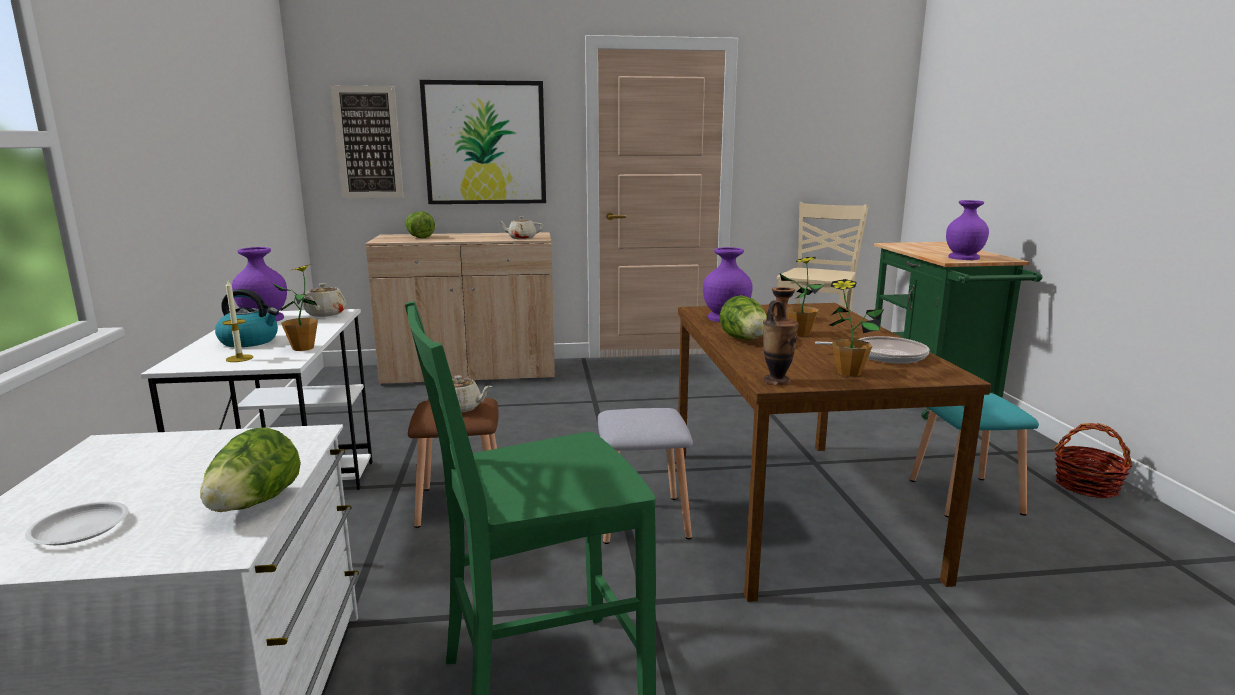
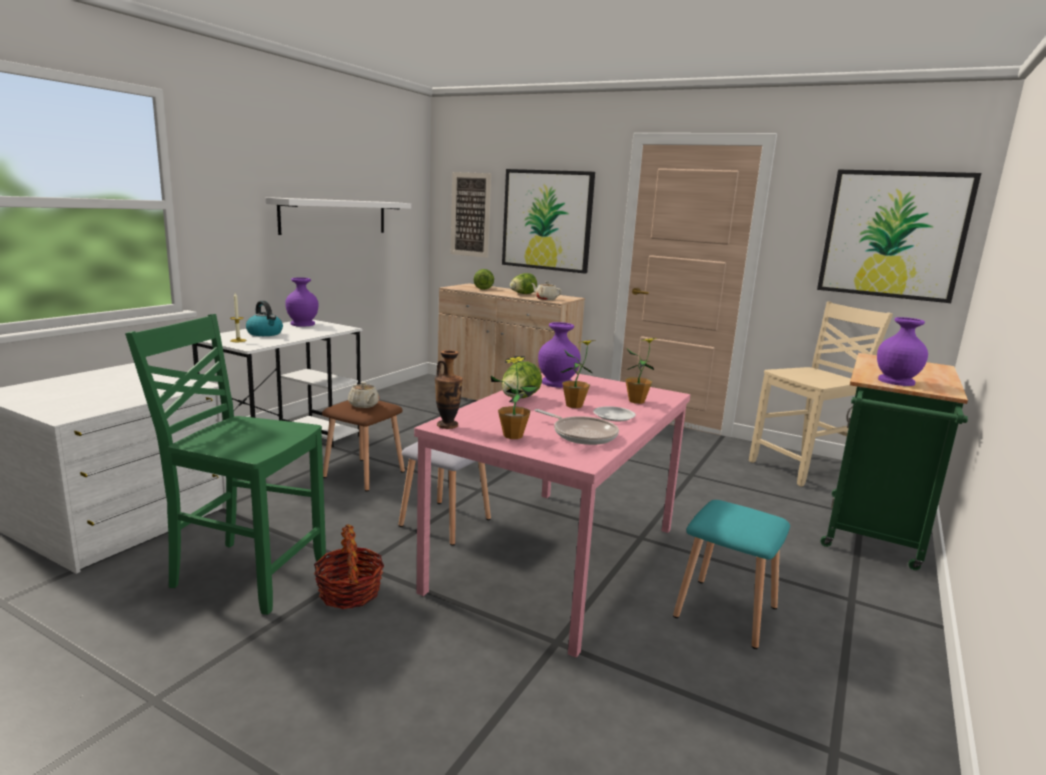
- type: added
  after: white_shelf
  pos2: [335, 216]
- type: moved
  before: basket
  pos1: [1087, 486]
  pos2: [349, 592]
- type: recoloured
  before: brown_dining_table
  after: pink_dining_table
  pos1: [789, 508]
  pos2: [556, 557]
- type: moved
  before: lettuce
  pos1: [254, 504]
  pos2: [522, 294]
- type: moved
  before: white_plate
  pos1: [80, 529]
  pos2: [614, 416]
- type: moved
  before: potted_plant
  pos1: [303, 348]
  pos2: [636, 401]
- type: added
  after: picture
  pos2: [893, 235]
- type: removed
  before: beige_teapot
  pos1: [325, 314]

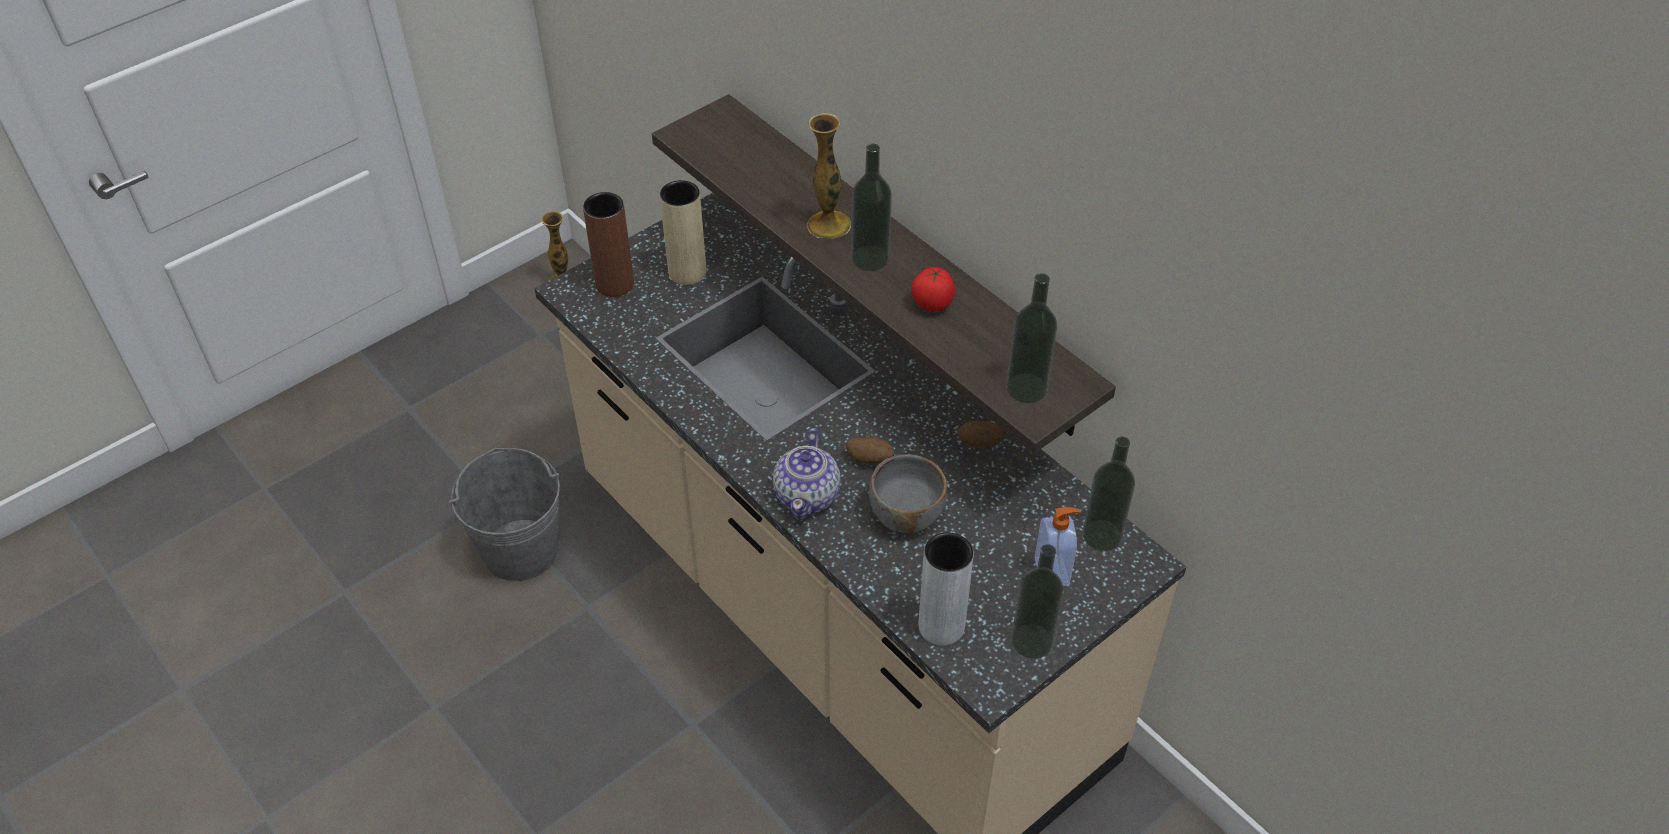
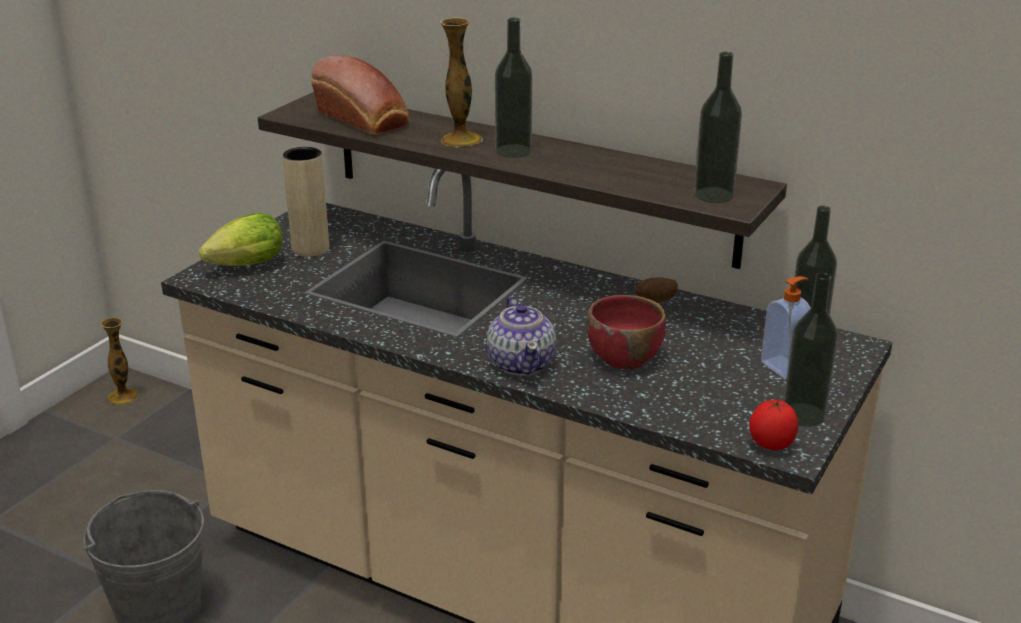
- type: replaced
  before: brown_vase
  after: lettuce
  pos1: [615, 284]
  pos2: [243, 266]
- type: added
  after: bread
  pos2: [364, 120]
- type: recoloured
  before: grey_bowl
  after: red_bowl
  pos1: [907, 514]
  pos2: [624, 357]
- type: moved
  before: tomato
  pos1: [932, 305]
  pos2: [770, 445]
- type: removed
  before: potato
  pos1: [870, 459]
- type: removed
  before: grey_vase
  pos1: [941, 626]

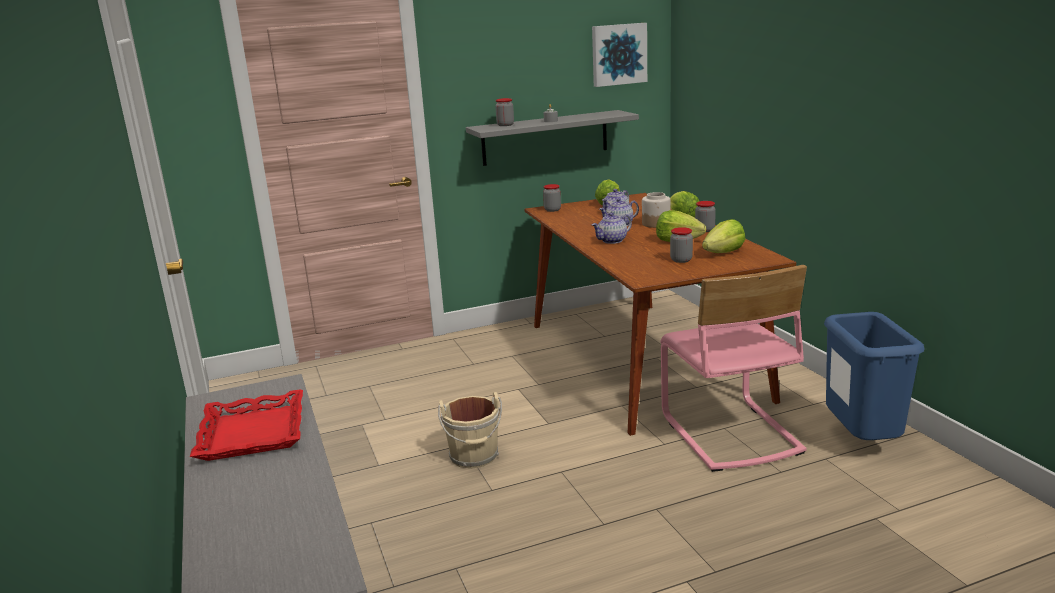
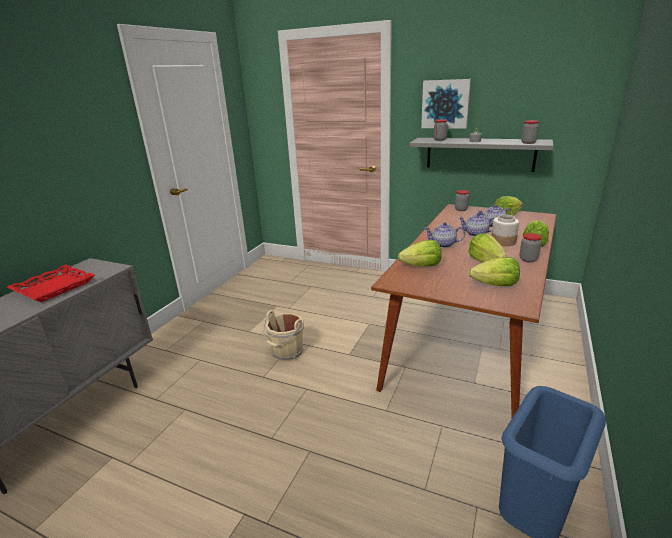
- type: added
  after: lettuce
  pos2: [422, 266]
- type: moved
  before: picture
  pos1: [618, 54]
  pos2: [445, 104]
- type: moved
  before: jar
  pos1: [681, 260]
  pos2: [528, 143]
- type: removed
  before: pink_chair
  pos1: [729, 434]

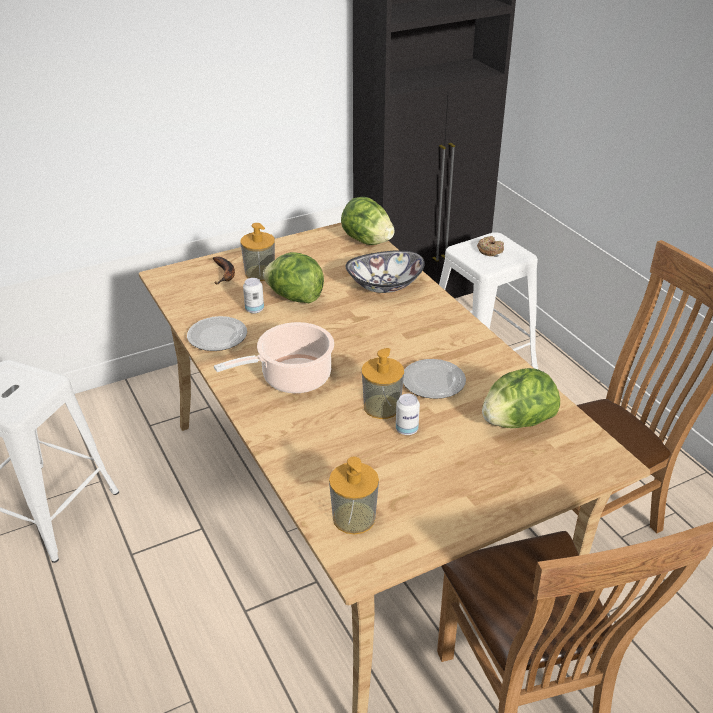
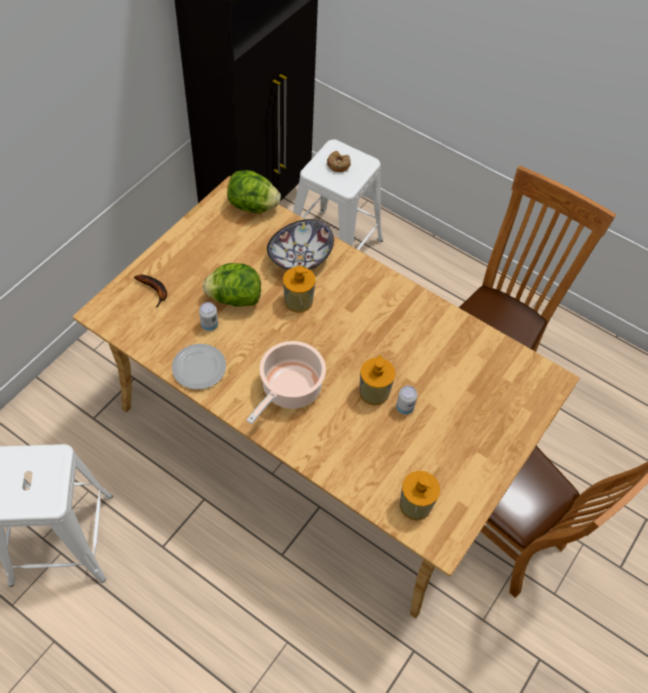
- type: moved
  before: soap_dispenser
  pos1: [260, 273]
  pos2: [298, 301]
- type: removed
  before: plate
  pos1: [434, 382]
- type: removed
  before: lettuce
  pos1: [517, 422]

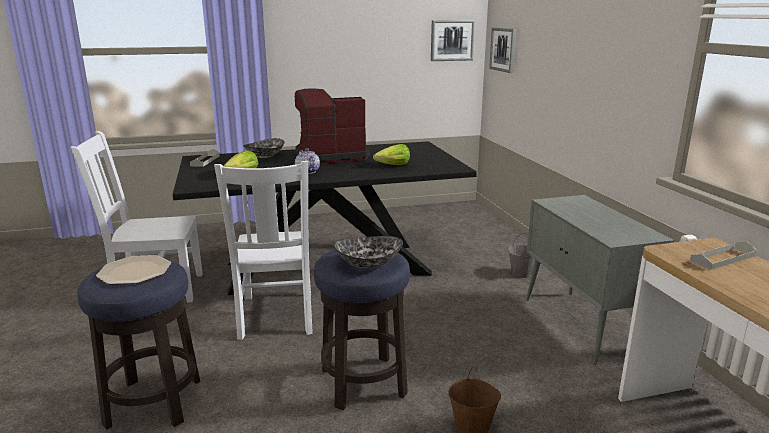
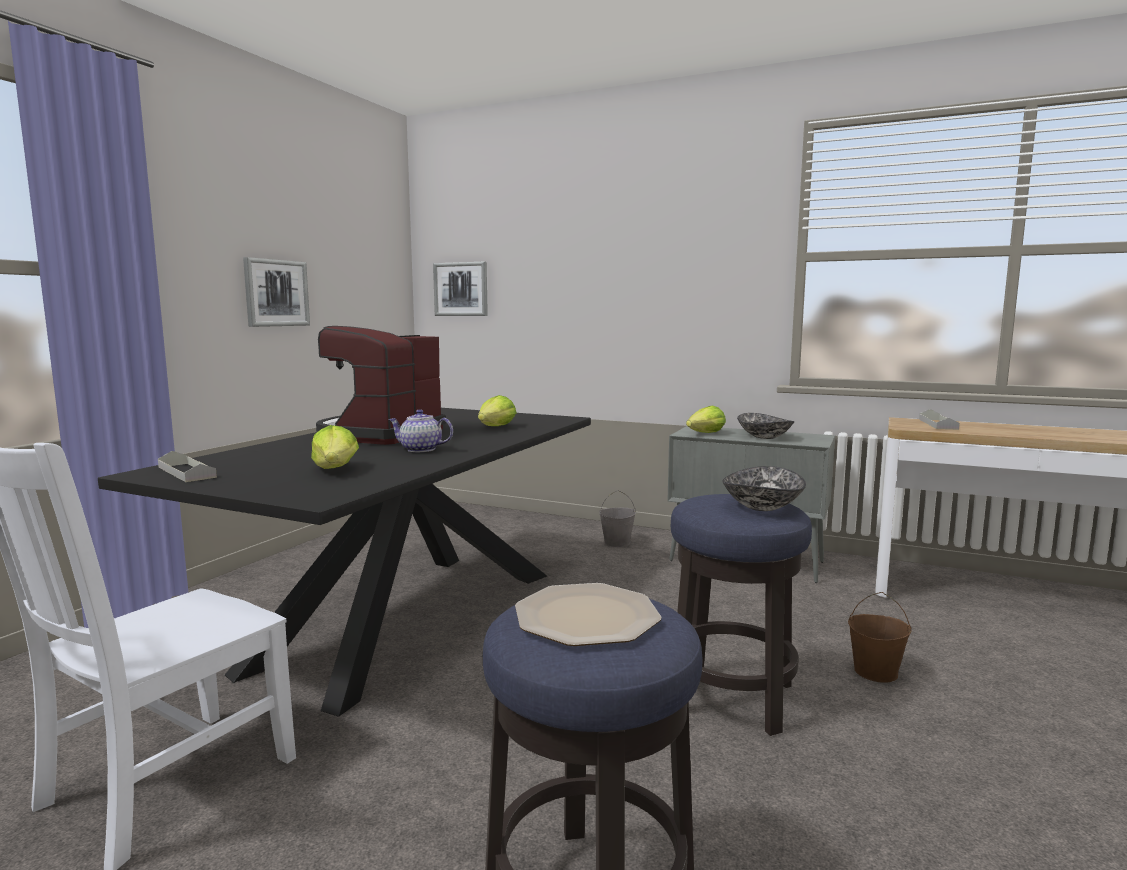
- type: moved
  before: picture
  pos1: [452, 40]
  pos2: [276, 293]
- type: added
  after: lettuce
  pos2: [706, 434]
- type: moved
  before: bowl
  pos1: [264, 156]
  pos2: [763, 437]
- type: removed
  before: white_chair
  pos1: [276, 316]

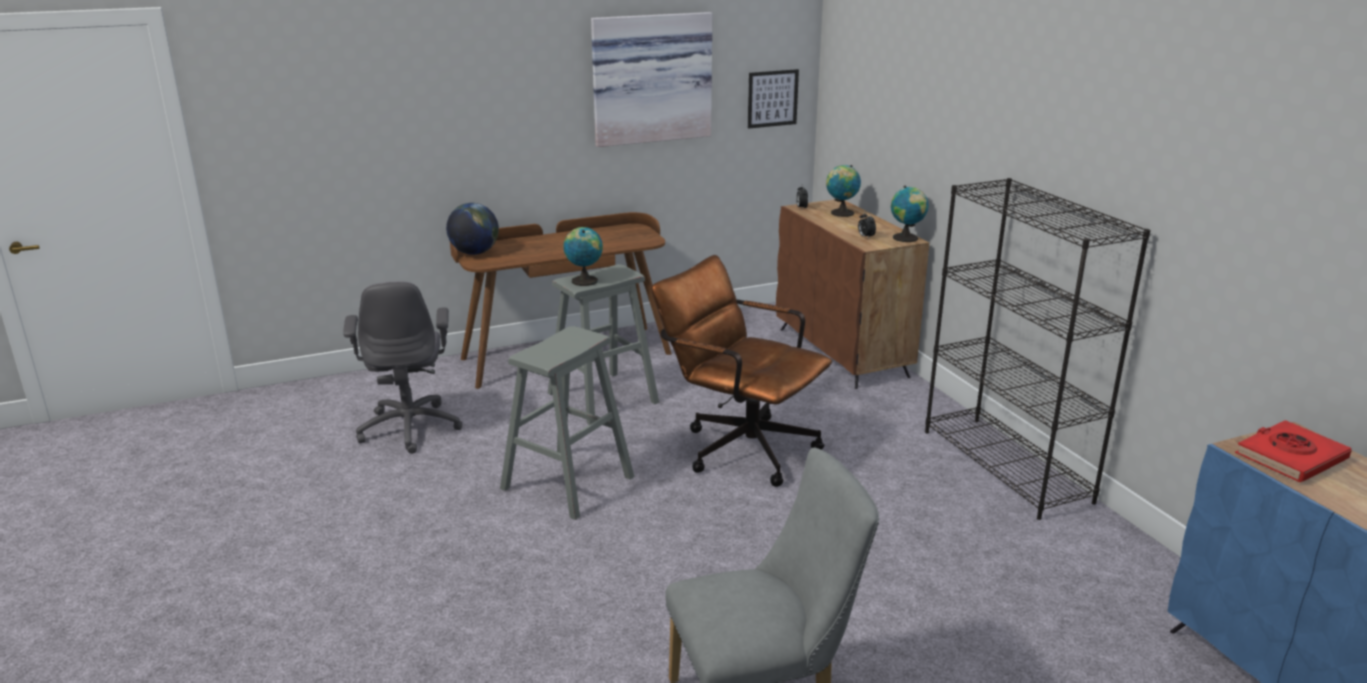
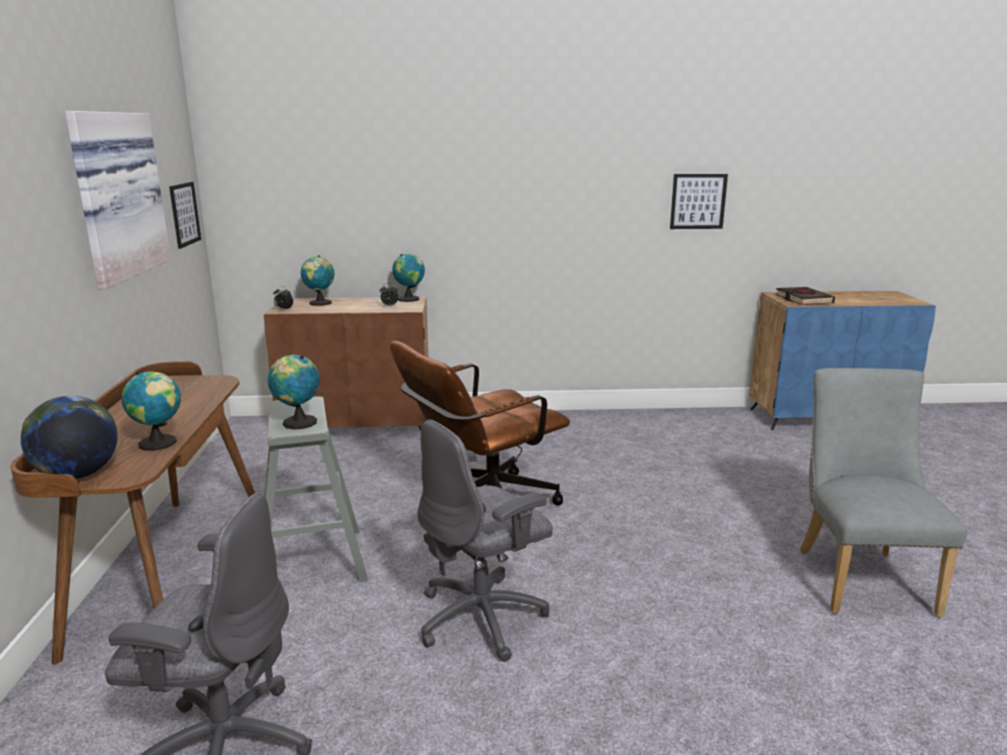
- type: added
  after: globe
  pos2: [160, 443]
- type: replaced
  before: grey_stool
  after: grey_office_chair
  pos1: [567, 482]
  pos2: [483, 617]
- type: added
  after: picture
  pos2: [698, 201]
- type: recoloured
  before: red_book
  after: black_book
  pos1: [1290, 457]
  pos2: [803, 300]
- type: removed
  before: black_bookcase
  pos1: [1006, 466]

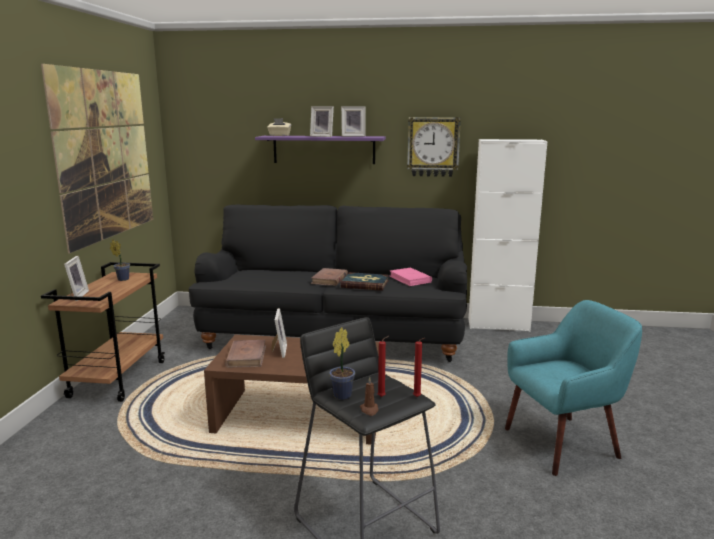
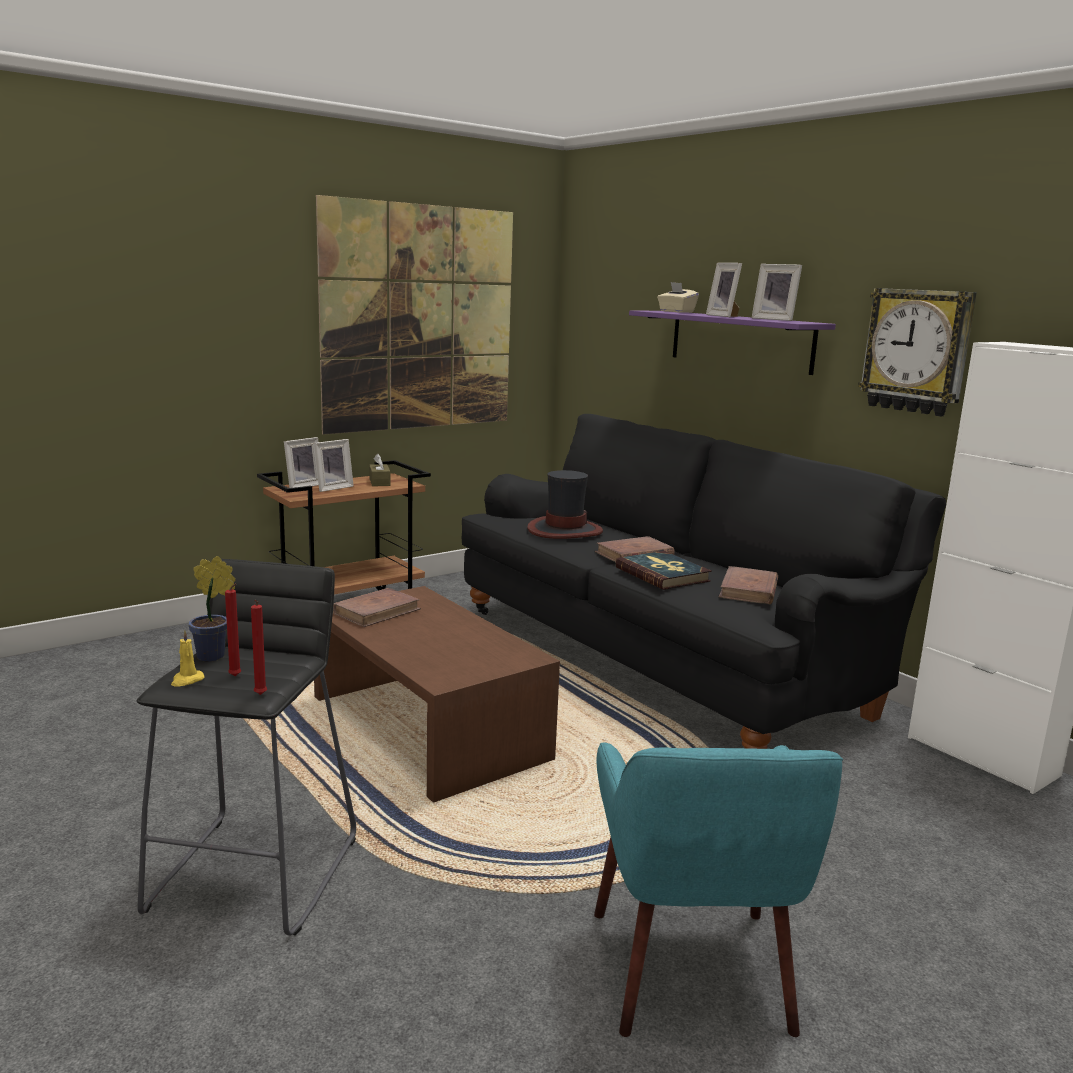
- type: recoloured
  before: brown_candle
  after: yellow_candle
  pos1: [369, 410]
  pos2: [187, 680]
- type: moved
  before: picture_frame
  pos1: [278, 351]
  pos2: [332, 488]
- type: replaced
  before: potted_plant
  after: brown_tissue_box
  pos1: [122, 279]
  pos2: [379, 482]
- type: added
  after: hat
  pos2: [564, 530]
- type: turned
  before: turquoise_armchair
  pos1: [563, 443]
  pos2: [692, 971]
  turn: 60
- type: recoloured
  before: pink_book
  after: brown_book
  pos1: [410, 279]
  pos2: [748, 590]

